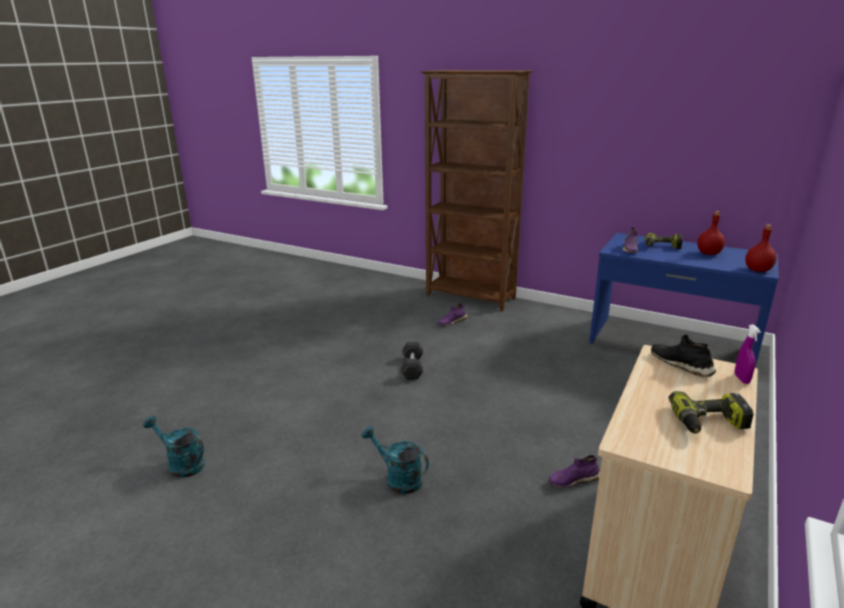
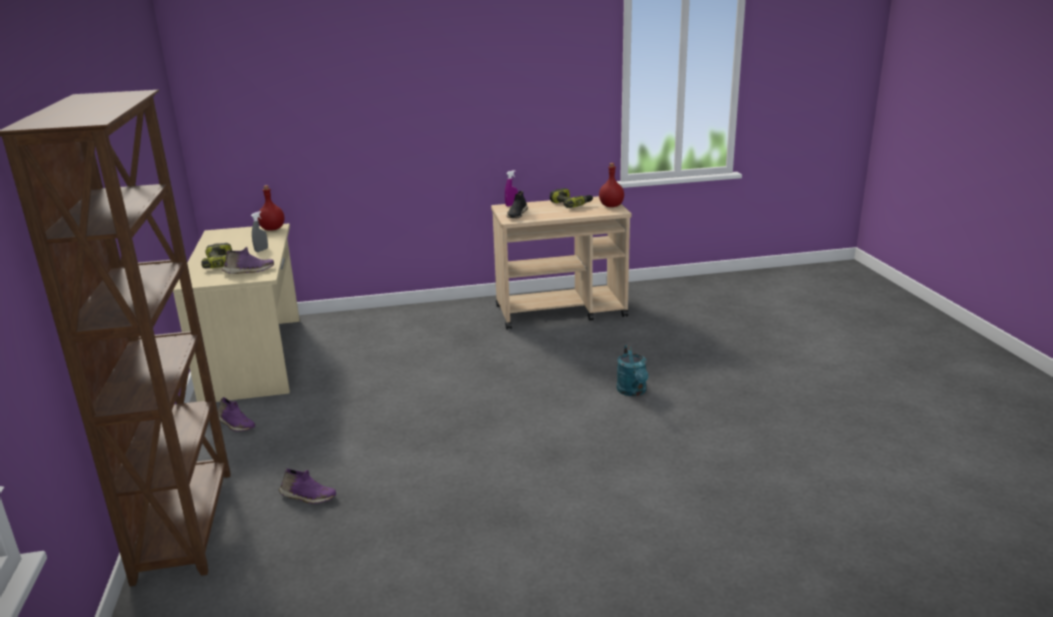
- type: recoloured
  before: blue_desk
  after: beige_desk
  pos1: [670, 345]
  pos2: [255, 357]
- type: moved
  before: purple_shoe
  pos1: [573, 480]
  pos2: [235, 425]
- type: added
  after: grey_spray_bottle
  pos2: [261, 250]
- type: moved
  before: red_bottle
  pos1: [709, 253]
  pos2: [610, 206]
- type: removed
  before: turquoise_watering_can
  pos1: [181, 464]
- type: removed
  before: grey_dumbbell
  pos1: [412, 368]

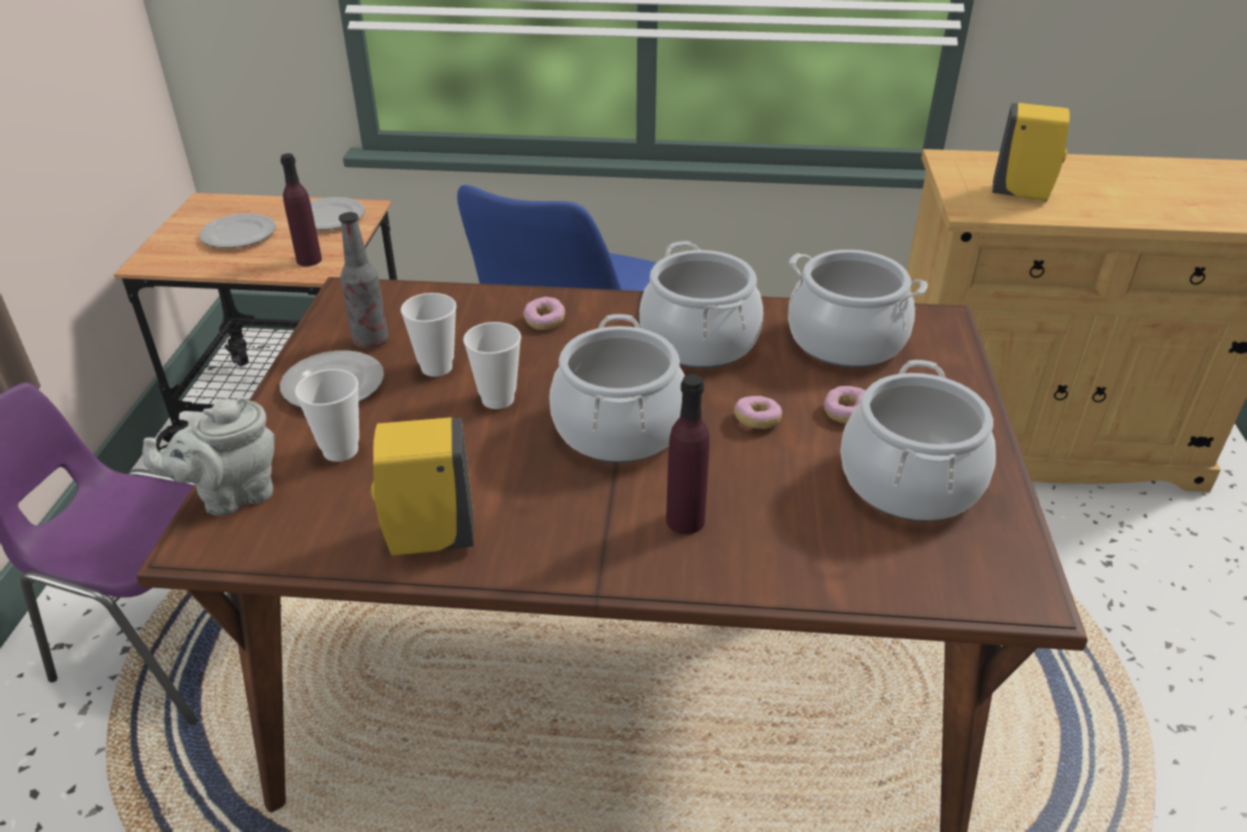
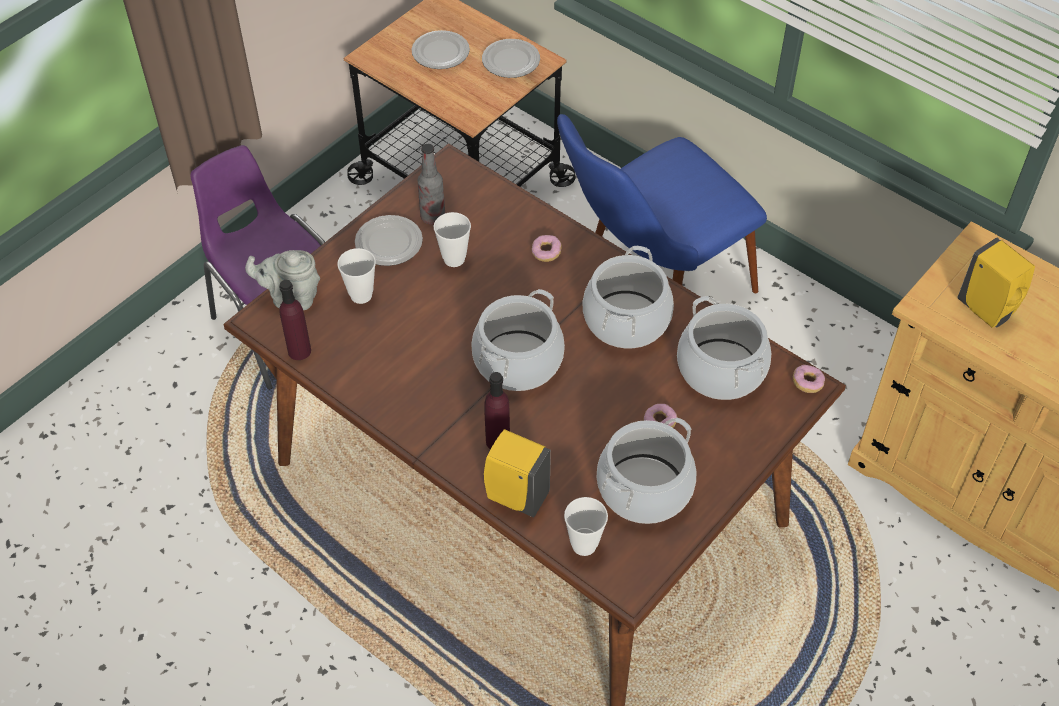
- type: moved
  before: purple_bottle
  pos1: [309, 260]
  pos2: [299, 351]
- type: moved
  before: yellow_soap_dispenser
  pos1: [427, 538]
  pos2: [515, 495]
- type: moved
  before: cup
  pos1: [498, 399]
  pos2: [584, 545]
- type: moved
  before: donut
  pos1: [757, 421]
  pos2: [807, 383]

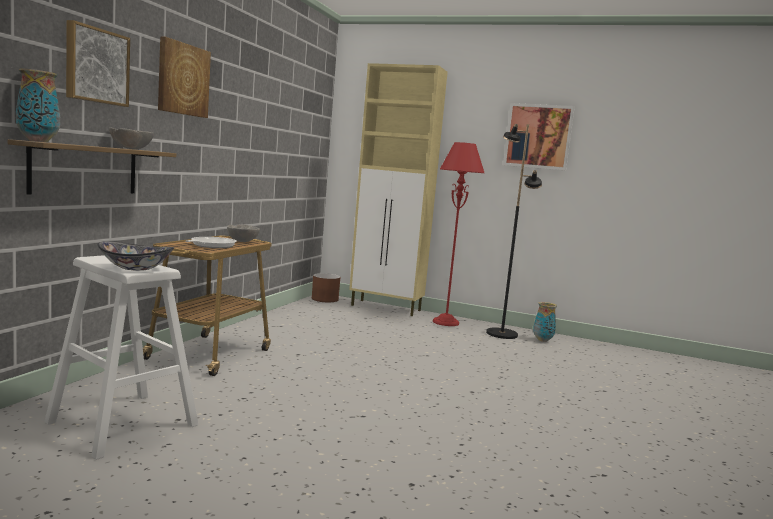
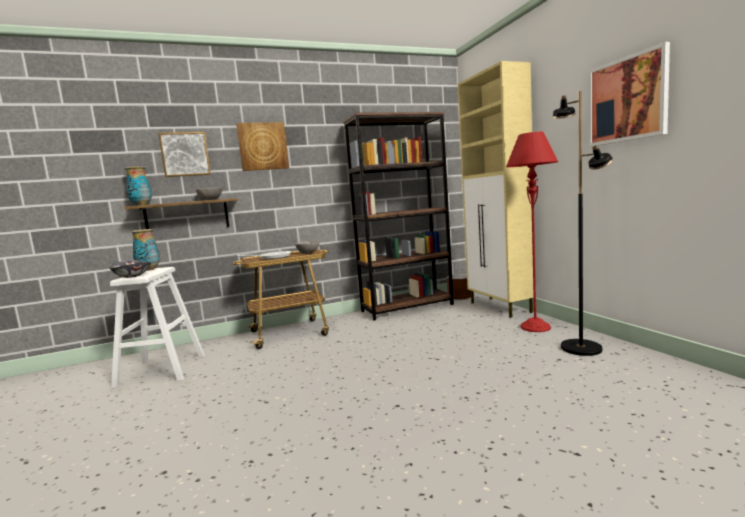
- type: moved
  before: vase
  pos1: [542, 340]
  pos2: [149, 269]
- type: added
  after: brown_bookcase
  pos2: [407, 308]

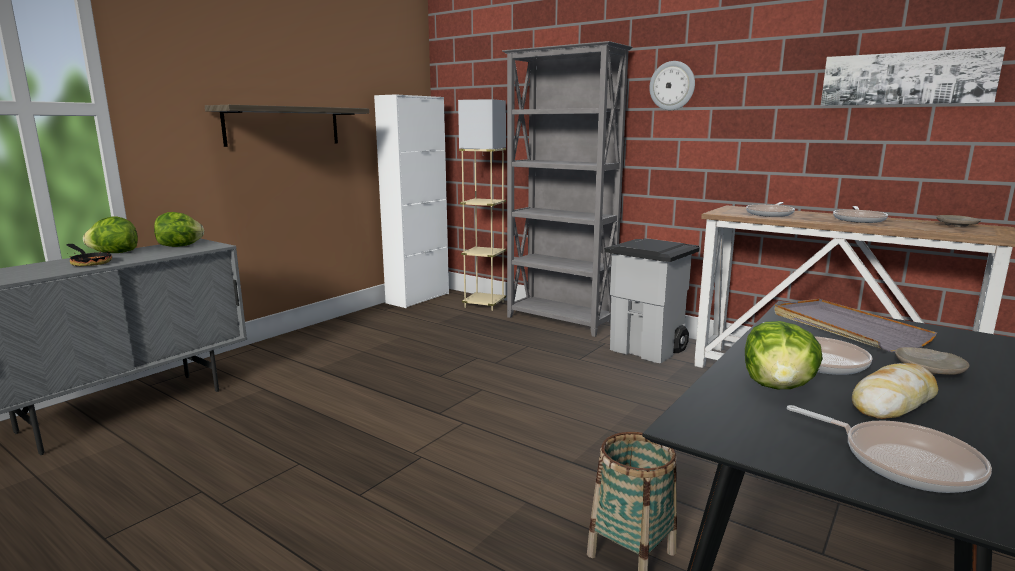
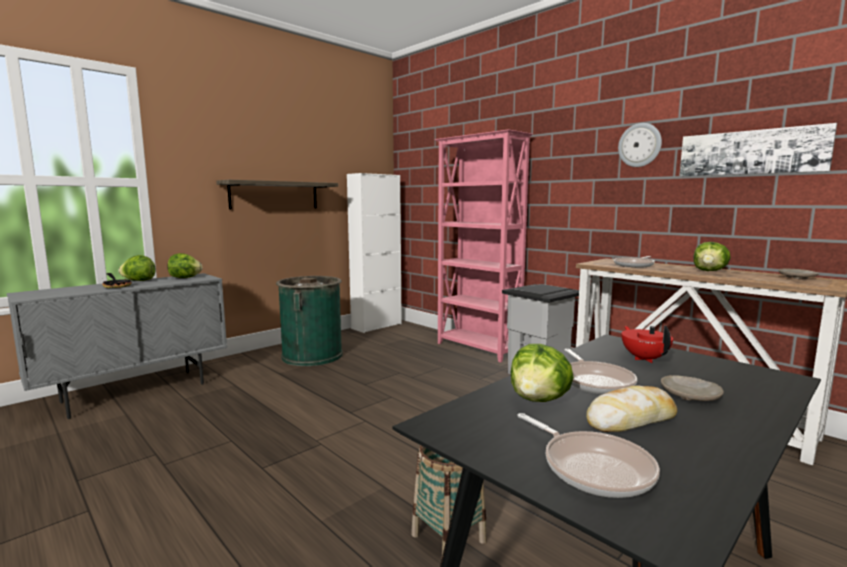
- type: added
  after: green_trash_can
  pos2: [312, 355]
- type: recoloured
  before: grey_bookcase
  after: pink_bookcase
  pos1: [560, 321]
  pos2: [478, 349]
- type: moved
  before: wall_clock
  pos1: [672, 86]
  pos2: [639, 145]
- type: replaced
  before: grey_tray
  after: red_teapot
  pos1: [845, 328]
  pos2: [644, 358]
- type: replaced
  before: frying_pan
  after: lettuce
  pos1: [859, 219]
  pos2: [709, 271]
- type: removed
  before: beige_floor_lamp
  pos1: [484, 304]

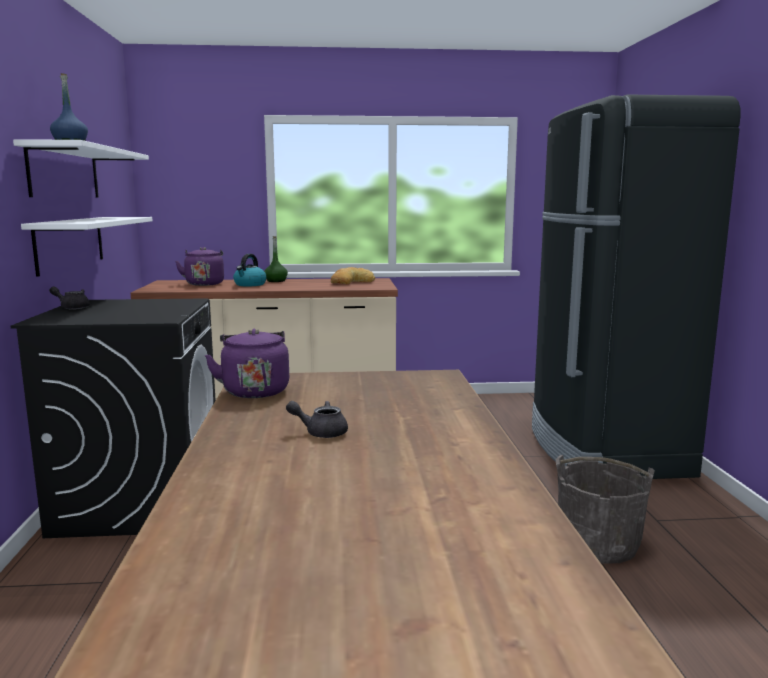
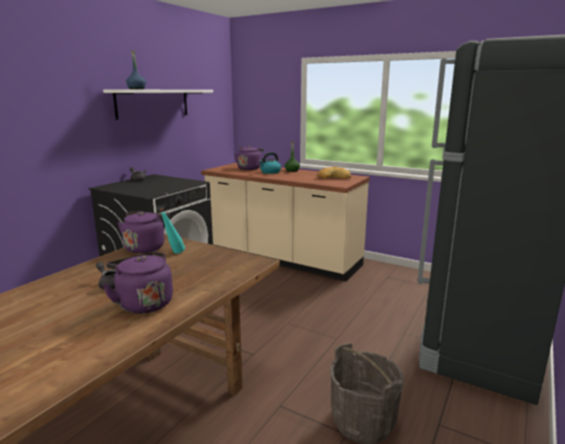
- type: added
  after: purple_kettle
  pos2: [143, 303]
- type: added
  after: turquoise_bottle
  pos2: [174, 253]
- type: removed
  before: white_shelf
  pos1: [70, 243]

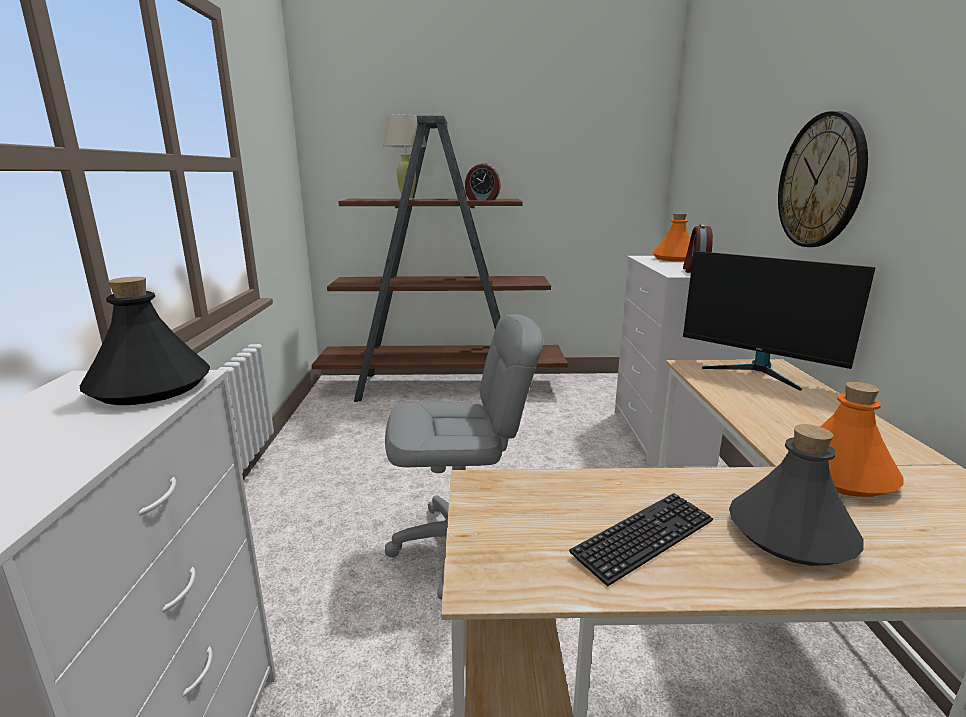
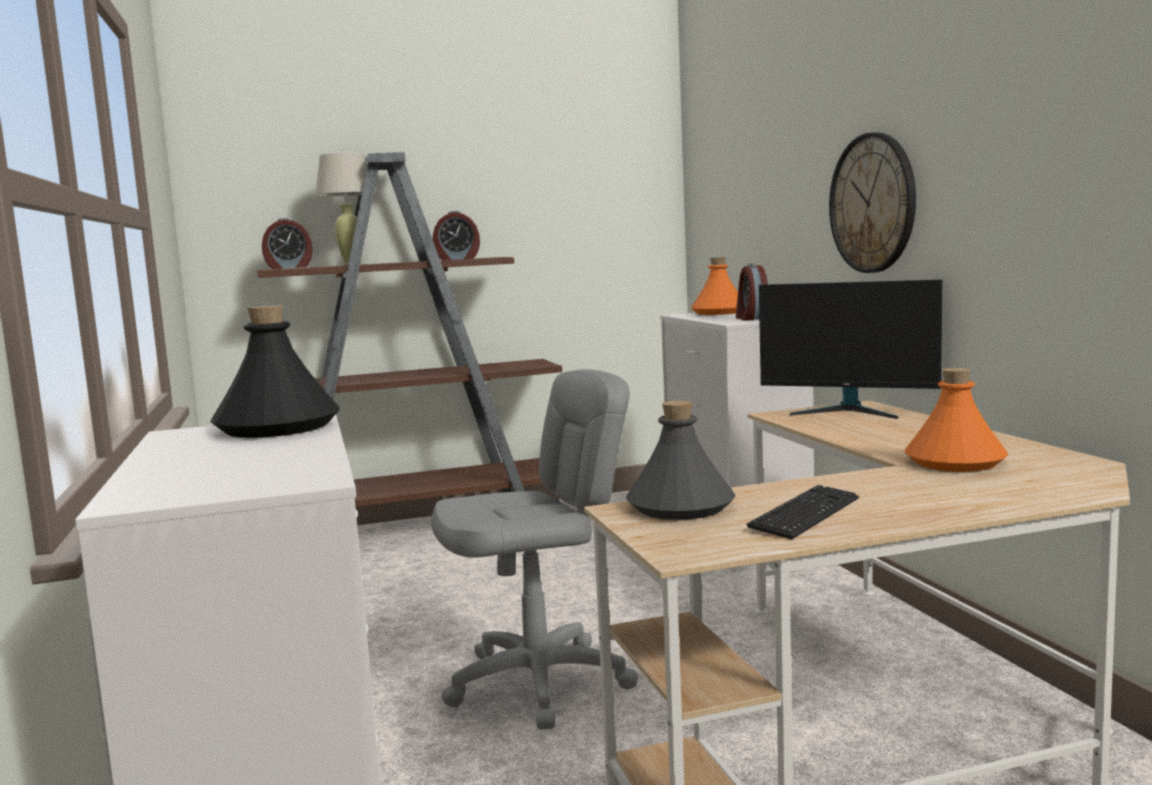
- type: added
  after: alarm_clock
  pos2: [289, 267]
- type: moved
  before: grey_bottle
  pos1: [789, 534]
  pos2: [679, 507]

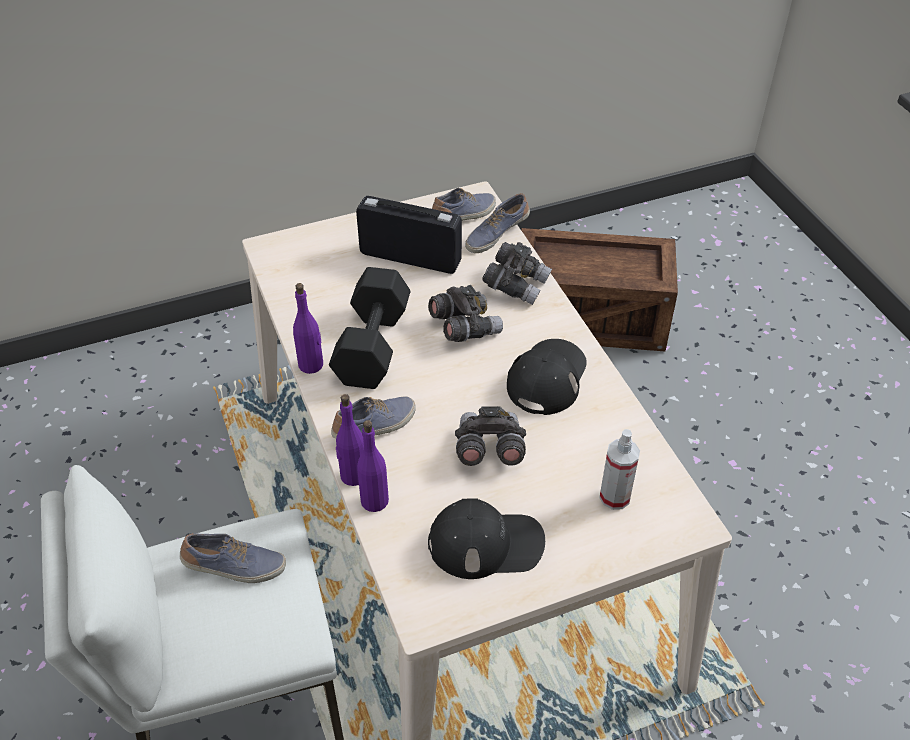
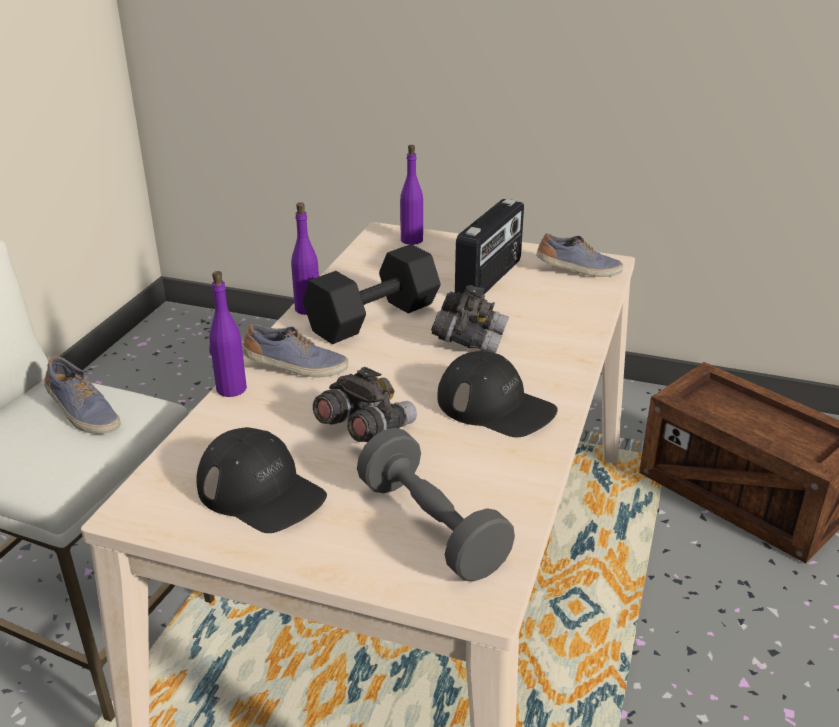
- type: replaced
  before: spray_bottle
  after: grey_dumbbell
  pos1: [615, 497]
  pos2: [431, 527]
- type: moved
  before: purple_bottle
  pos1: [374, 500]
  pos2: [412, 240]
- type: turned
  before: black_cap
  pos1: [547, 378]
  pos2: [496, 406]
  turn: 60
- type: turned
  before: radio
  pos1: [410, 257]
  pos2: [490, 278]
  turn: 60
- type: removed
  before: shoe
  pos1: [496, 234]
- type: removed
  before: grey_binoculars
  pos1: [516, 285]

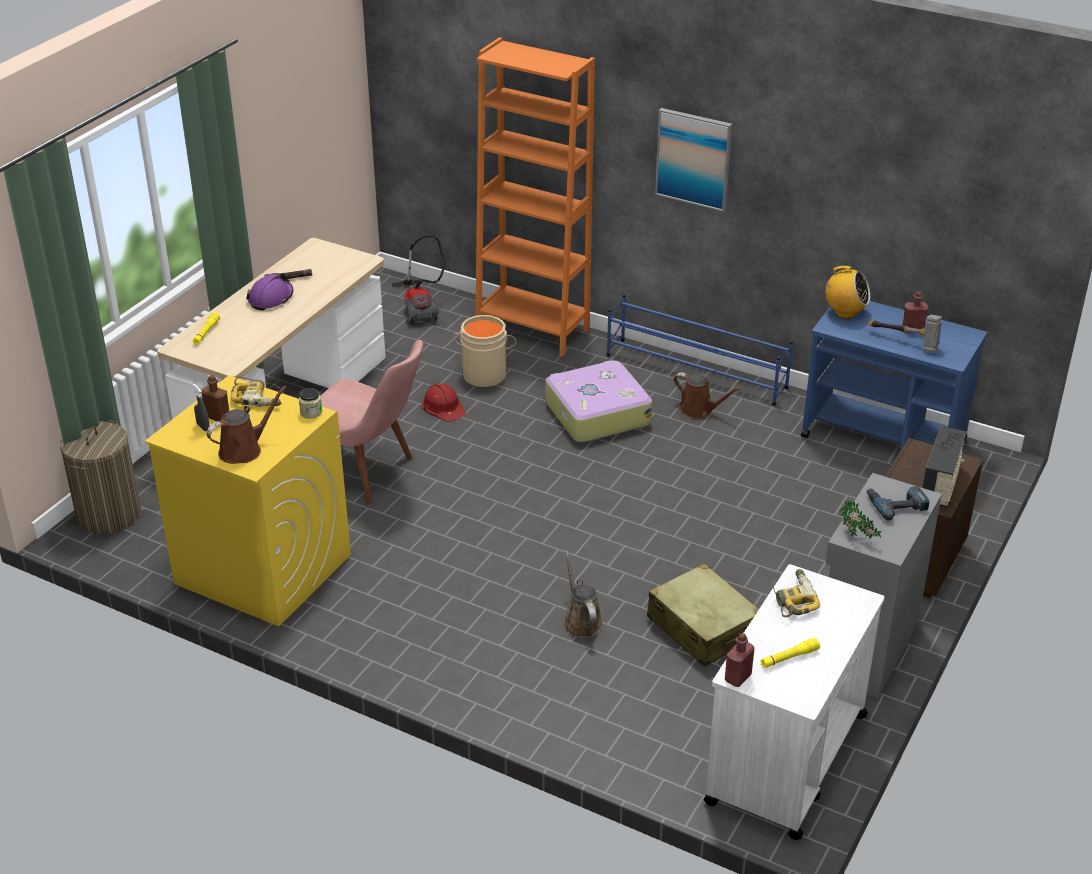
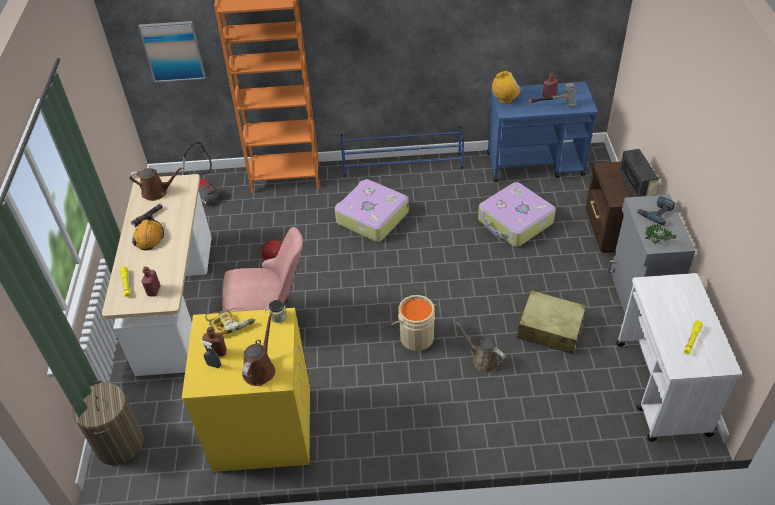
- type: moved
  before: brown_watering_can
  pos1: [699, 410]
  pos2: [157, 192]
- type: recoloured
  before: purple_hard_hat
  after: orange_hard_hat
  pos1: [271, 298]
  pos2: [149, 237]
- type: moved
  before: picture
  pos1: [694, 158]
  pos2: [173, 51]
- type: moved
  before: red_bottle
  pos1: [738, 678]
  pos2: [154, 291]
- type: moved
  before: beige_bucket
  pos1: [485, 374]
  pos2: [416, 336]
- type: added
  after: suitcase
  pos2: [515, 222]
- type: removed
  before: power_drill
  pos1: [792, 598]

